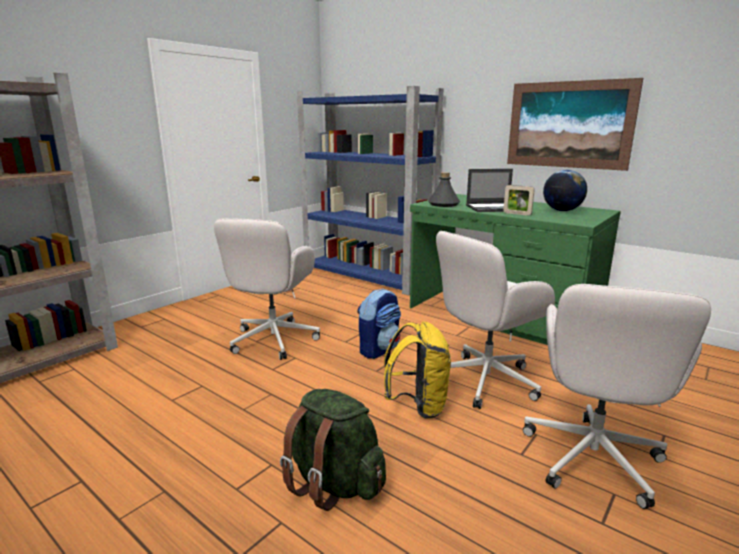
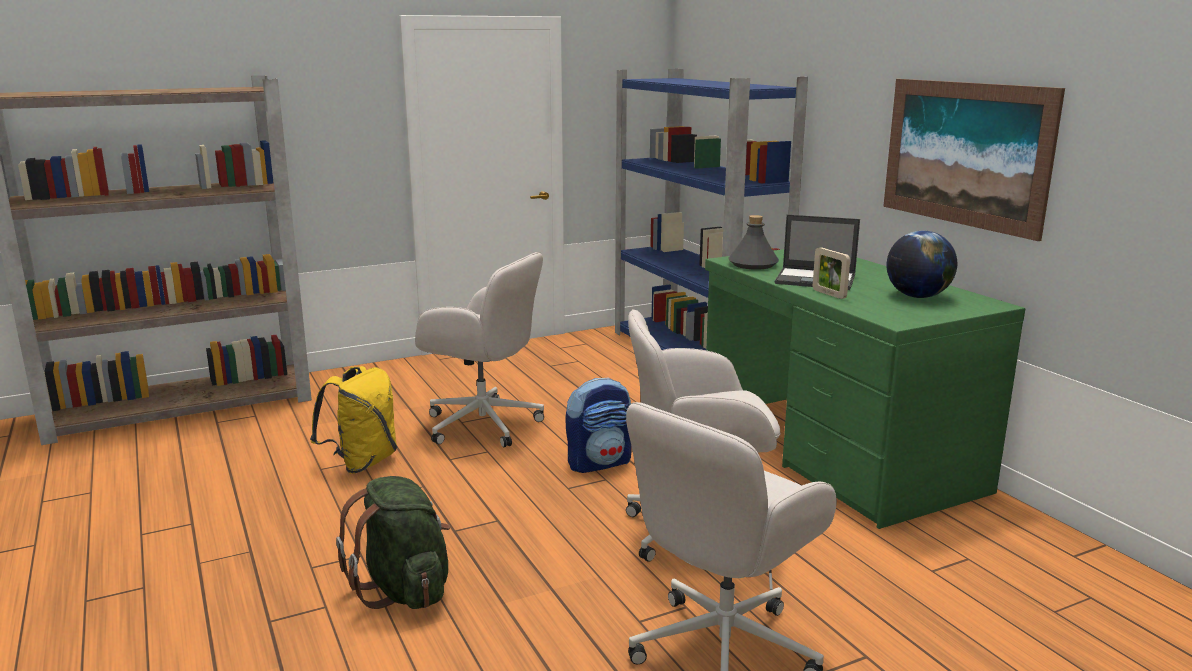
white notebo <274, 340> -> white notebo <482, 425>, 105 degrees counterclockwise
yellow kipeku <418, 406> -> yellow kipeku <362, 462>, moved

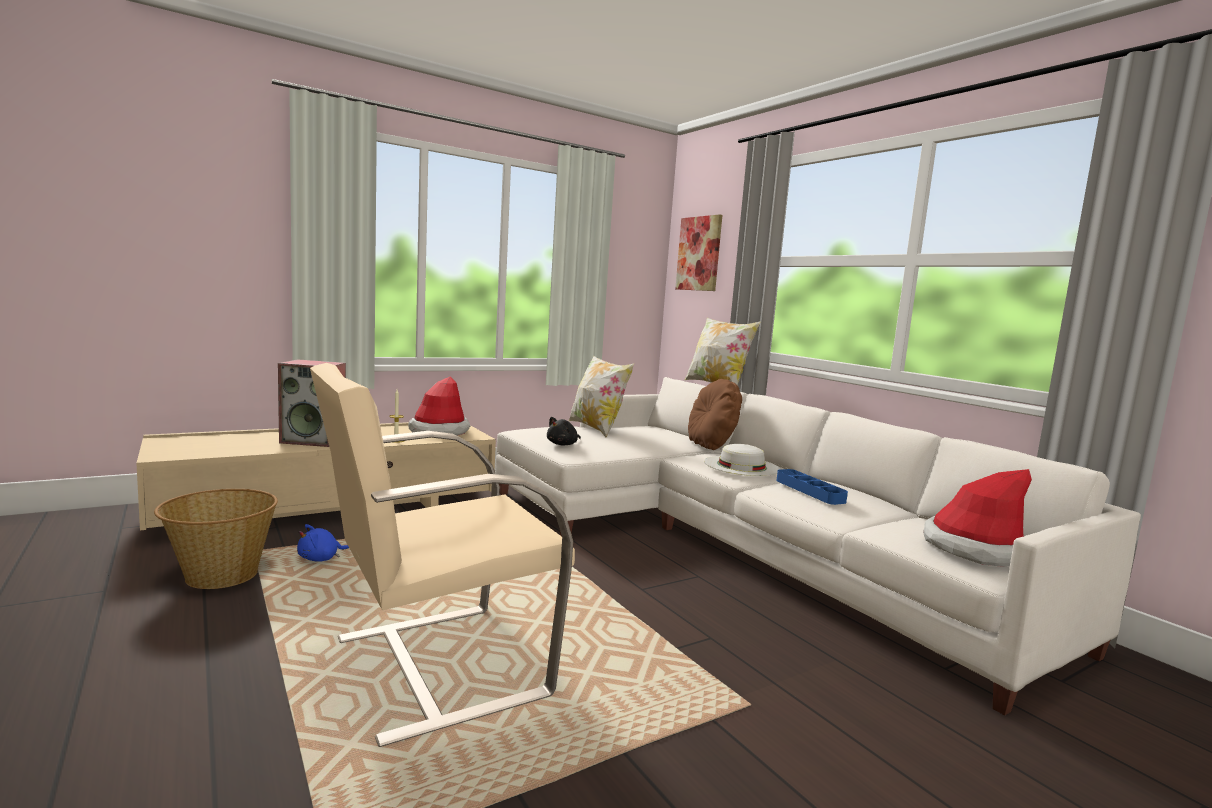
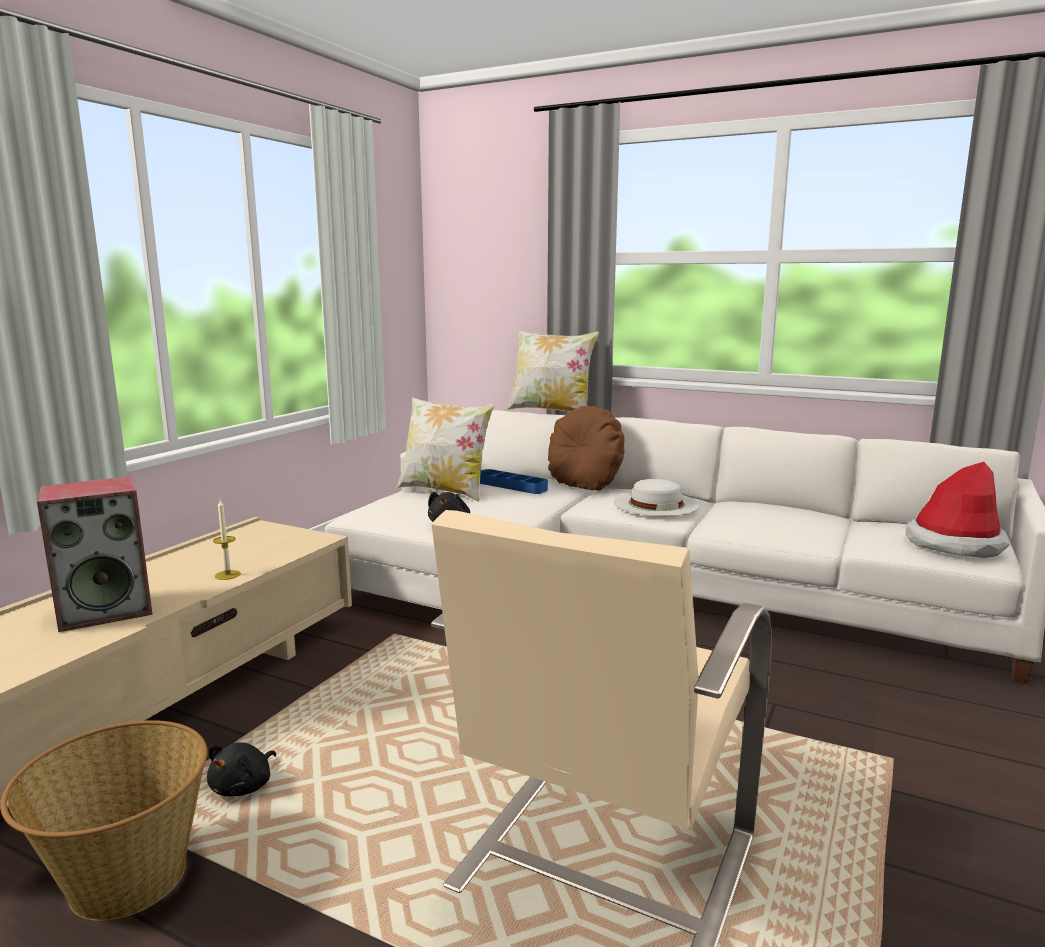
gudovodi <699, 253> -> none
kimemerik <439, 431> -> none
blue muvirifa <809, 491> -> blue muvirifa <511, 486>, moved
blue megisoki <321, 559> -> black megisoki <244, 786>

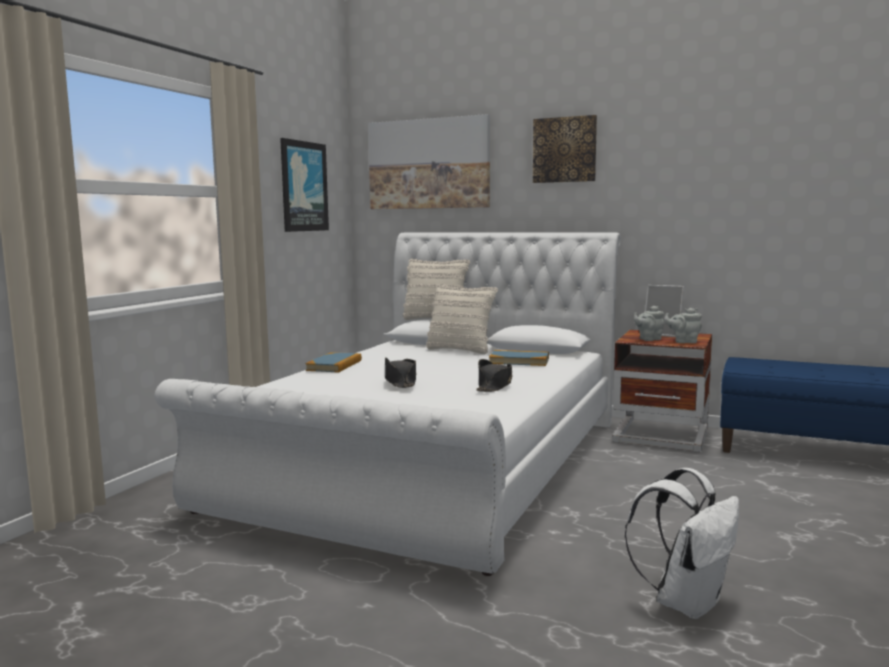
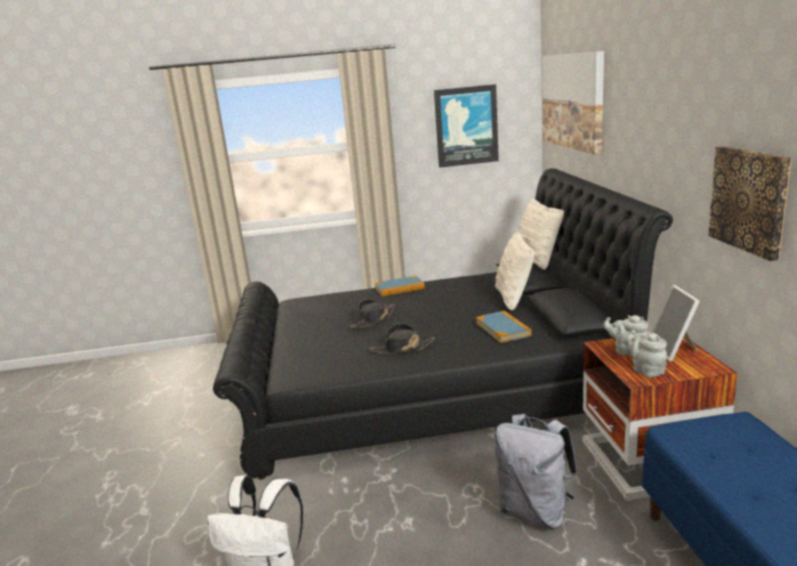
gudovodi <564, 150> -> gudovodi <750, 200>, moved
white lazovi <433, 460> -> black lazovi <429, 385>
none -> grey kipeku <535, 512>

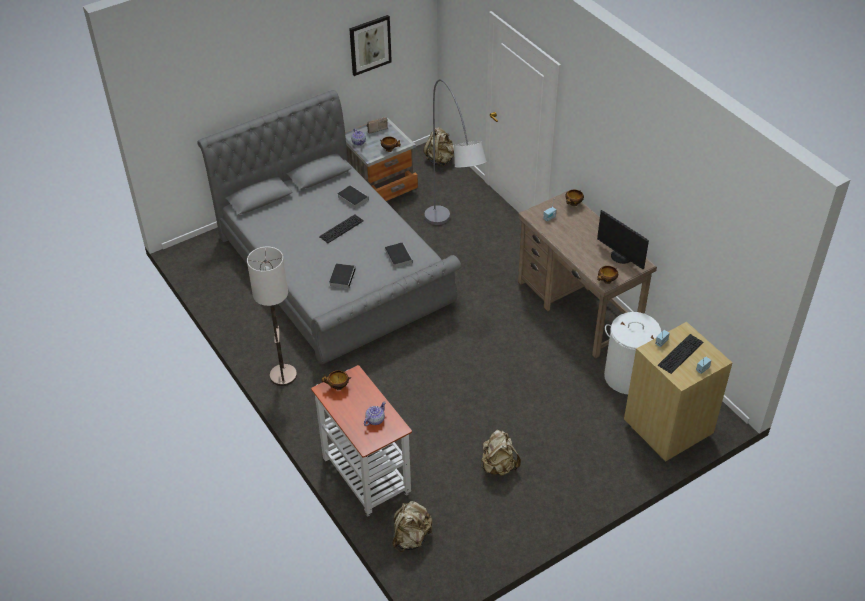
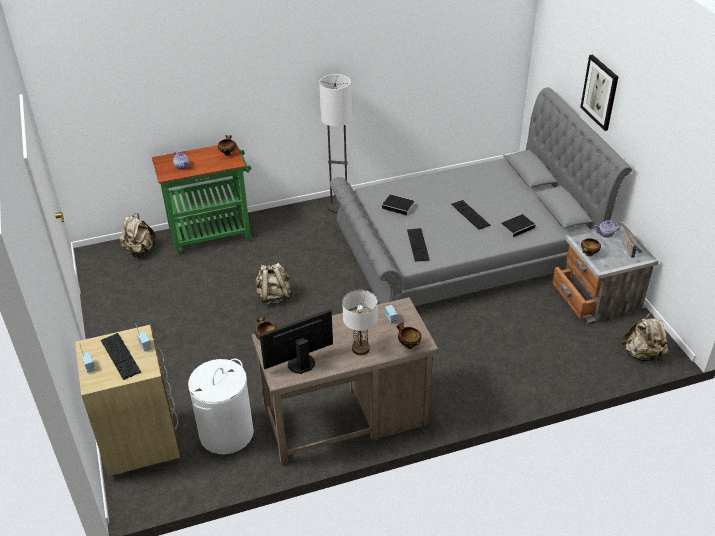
gudovodi <370, 45> -> gudovodi <600, 92>, moved
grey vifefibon <453, 247> -> none
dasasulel <397, 256> -> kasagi <418, 244>
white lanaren <365, 475> -> green lanaren <212, 235>
beige kipeku <498, 466> -> beige kipeku <274, 297>, moved
none -> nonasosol <361, 349>

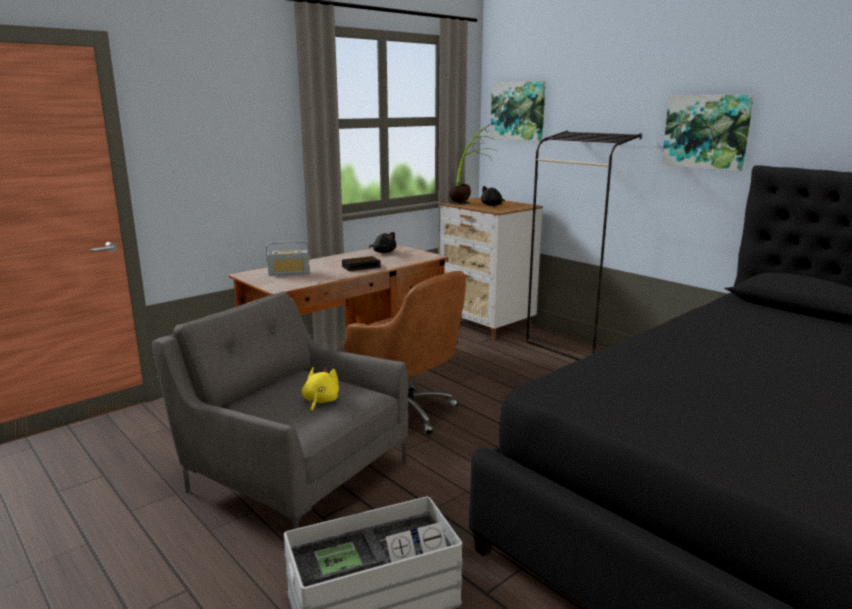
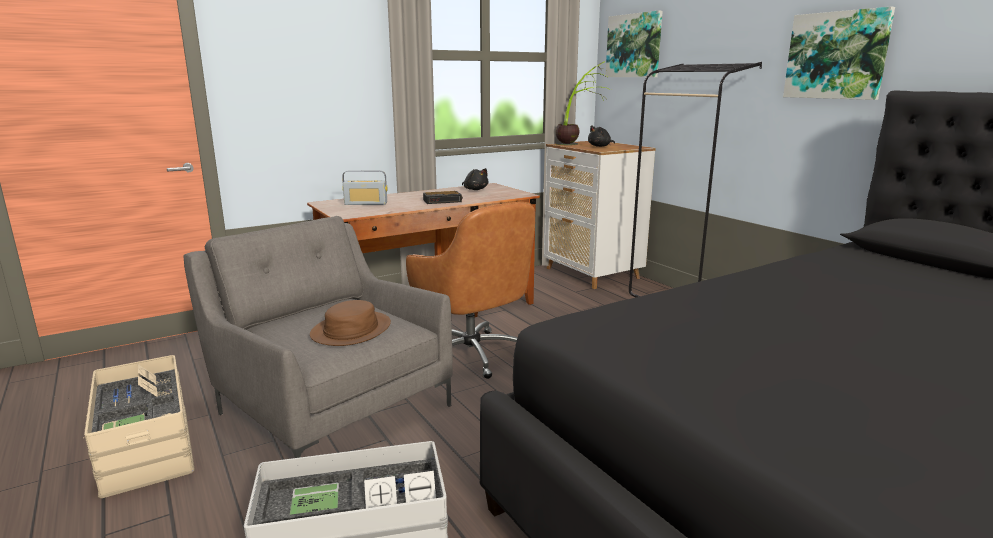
yellow megisoki <320, 401> -> brown kimemerik <351, 330>
none -> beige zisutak <144, 446>

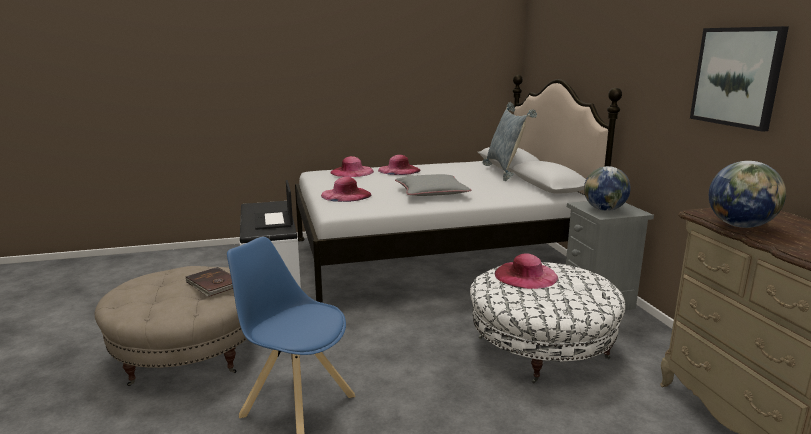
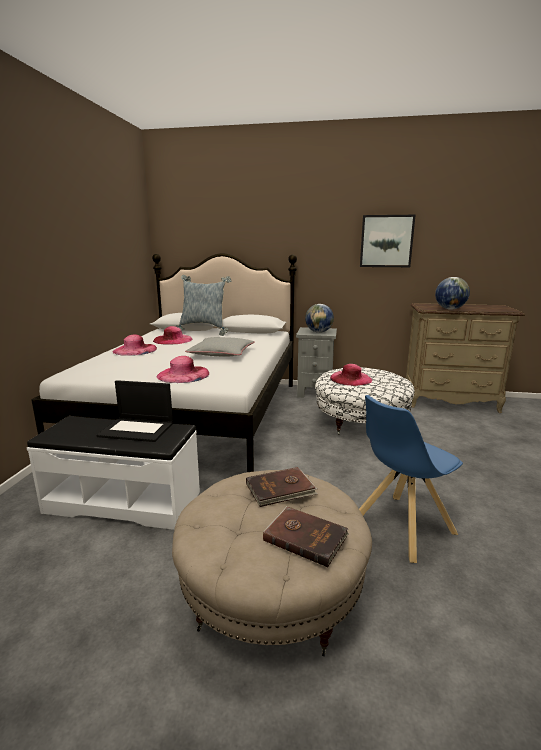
pink kimemerik <352, 172> -> pink kimemerik <173, 340>, moved
none -> brown dasasulel <305, 537>

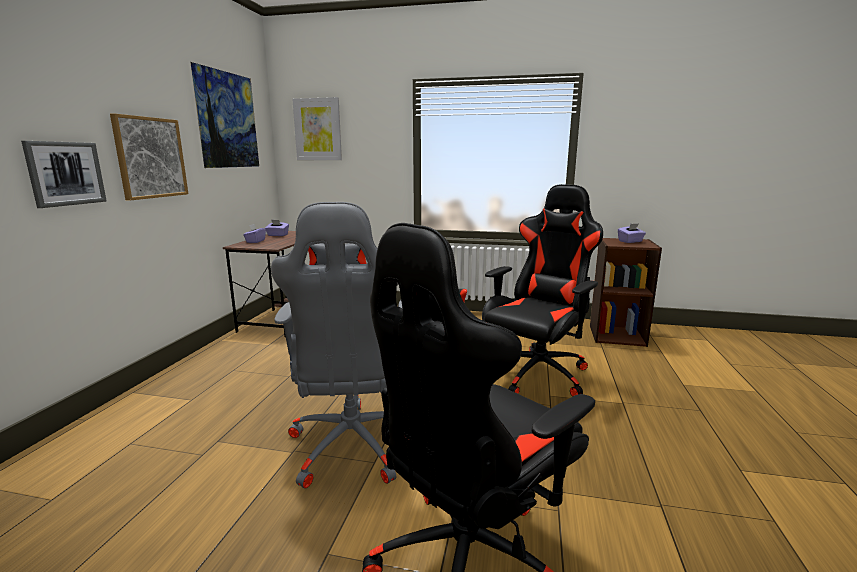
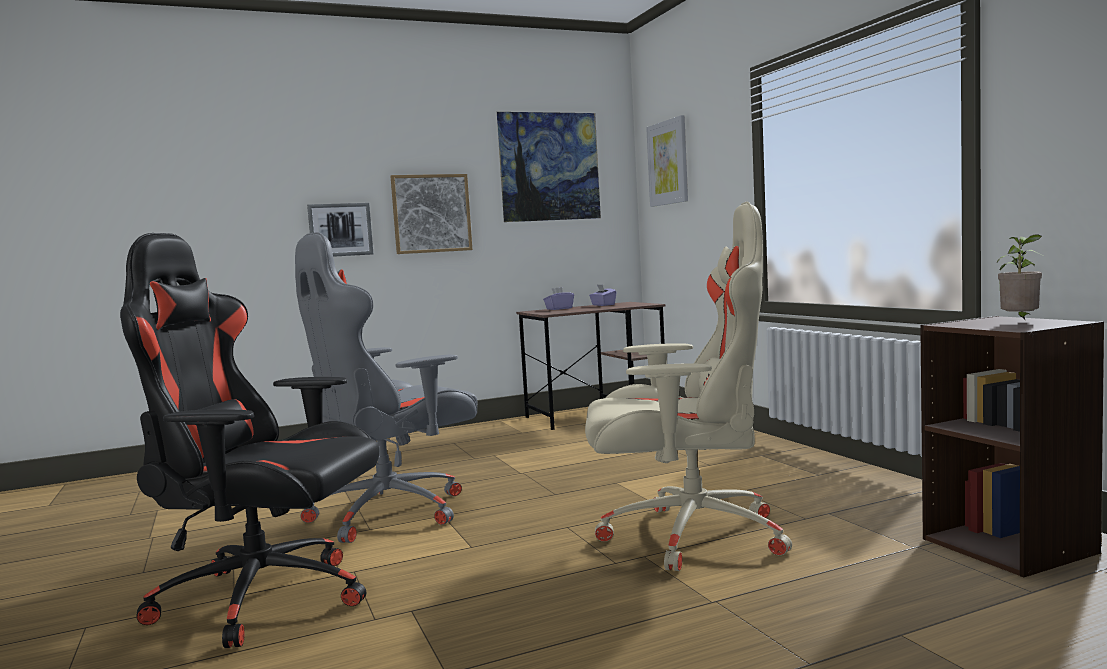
black notebo <534, 378> -> beige notebo <680, 537>
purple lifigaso <630, 241> -> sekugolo <1020, 322>

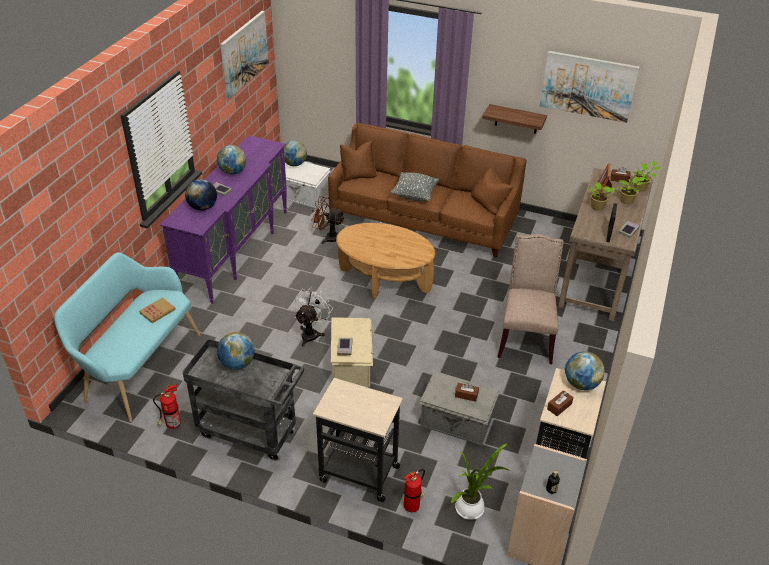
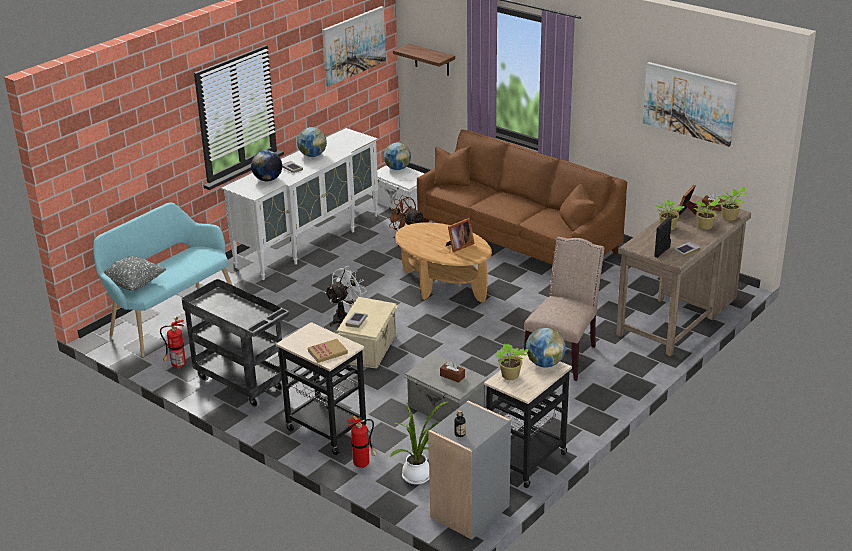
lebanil <516, 119> -> lebanil <432, 60>, moved
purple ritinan <236, 251> -> white ritinan <309, 241>
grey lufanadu <414, 195> -> grey lufanadu <134, 284>, moved
dasasulel <157, 311> -> dasasulel <327, 352>, moved
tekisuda <237, 364> -> none
brown lifigaso <559, 406> -> sekugolo <510, 376>
none -> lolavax <458, 246>

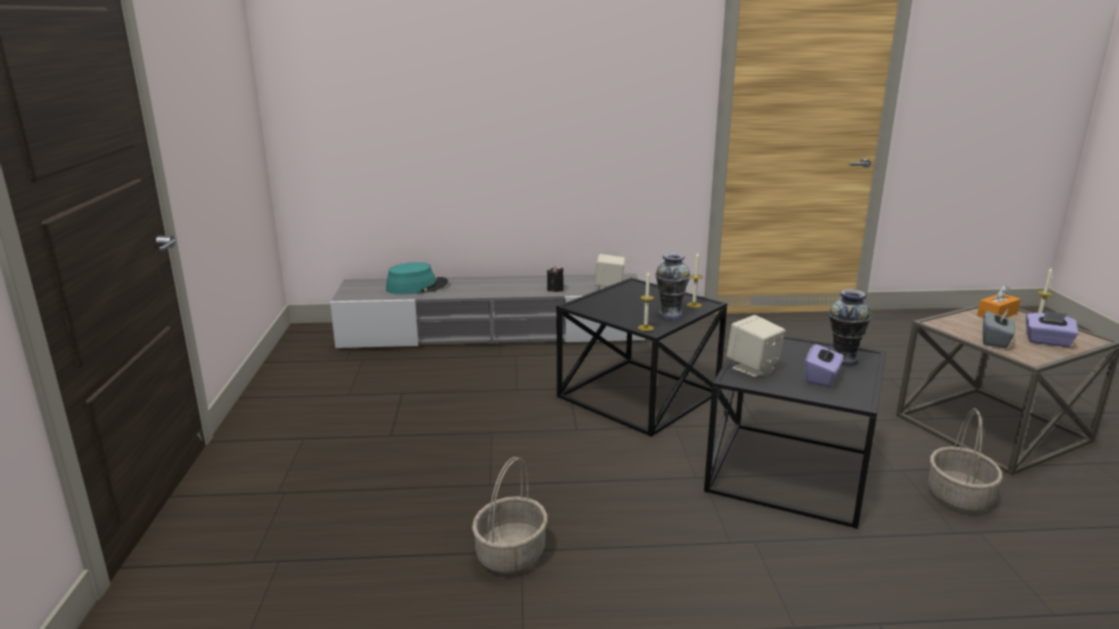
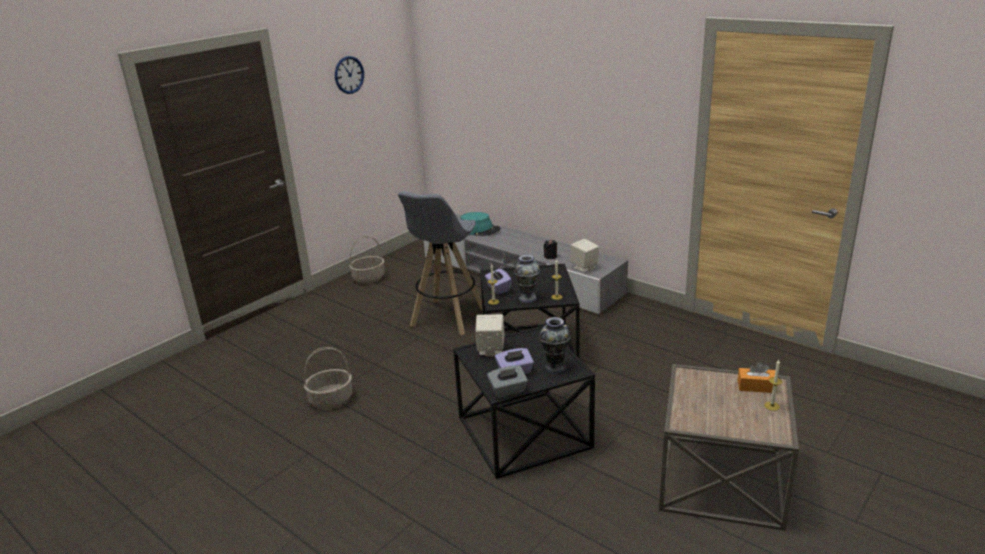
grey lifigaso <995, 341> -> grey lifigaso <508, 391>, moved
purple lifigaso <1047, 342> -> purple lifigaso <498, 288>, moved
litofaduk <958, 496> -> litofaduk <369, 278>, moved
none -> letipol <349, 75>
none -> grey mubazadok <446, 318>

